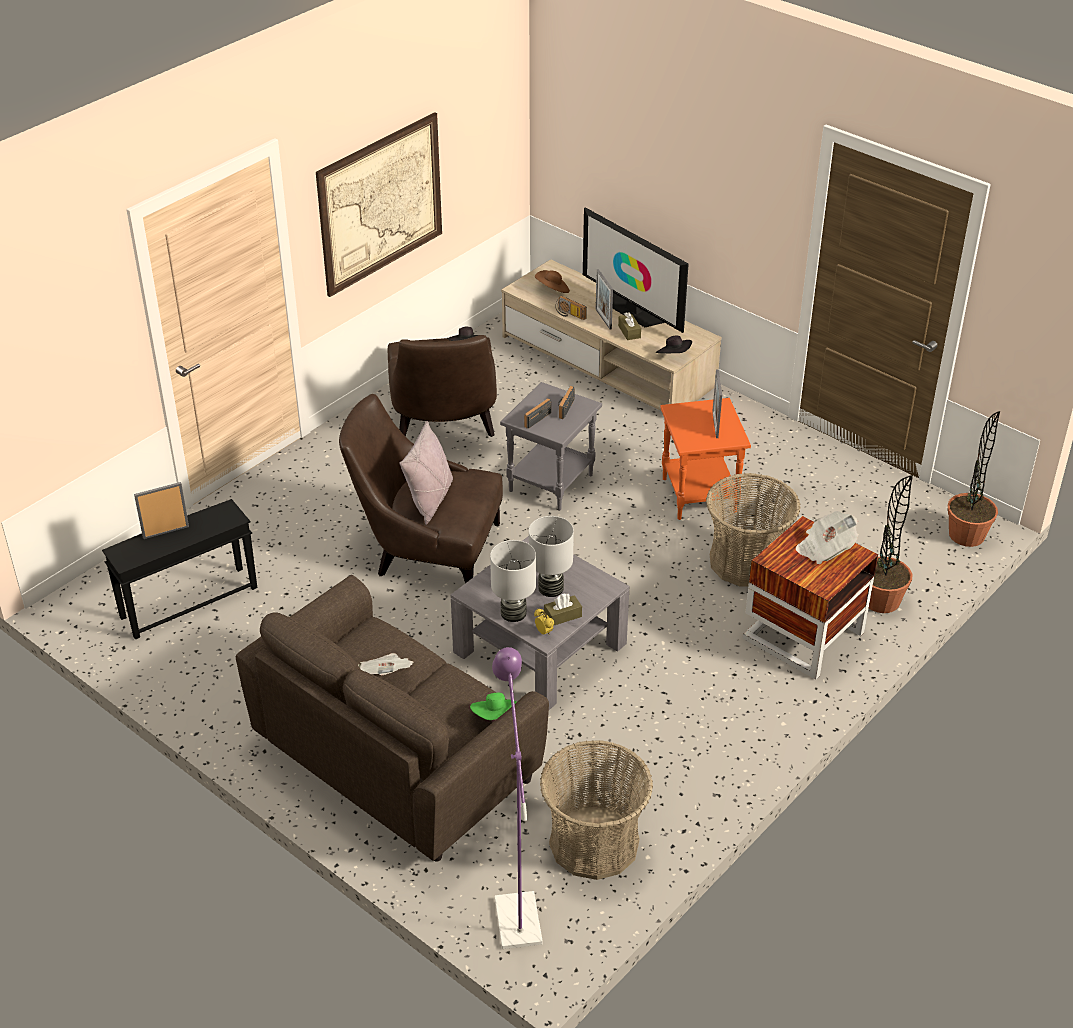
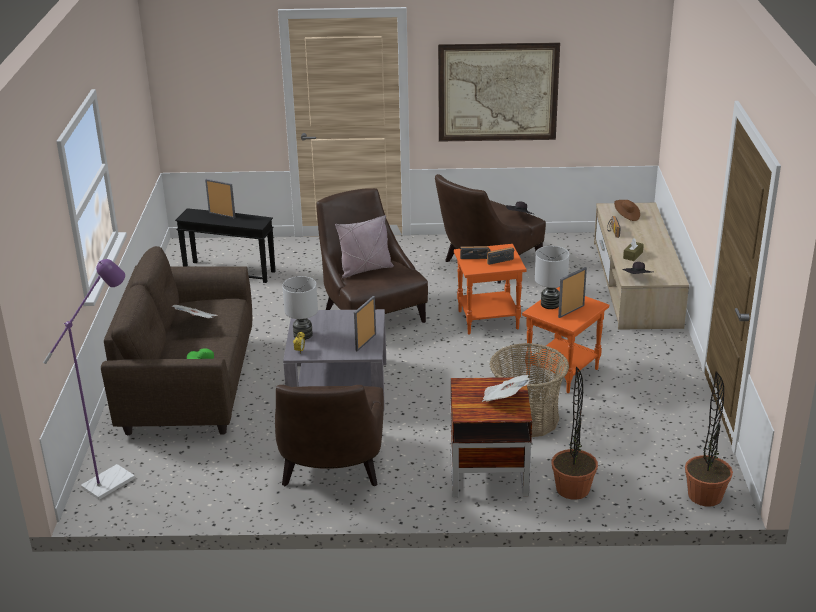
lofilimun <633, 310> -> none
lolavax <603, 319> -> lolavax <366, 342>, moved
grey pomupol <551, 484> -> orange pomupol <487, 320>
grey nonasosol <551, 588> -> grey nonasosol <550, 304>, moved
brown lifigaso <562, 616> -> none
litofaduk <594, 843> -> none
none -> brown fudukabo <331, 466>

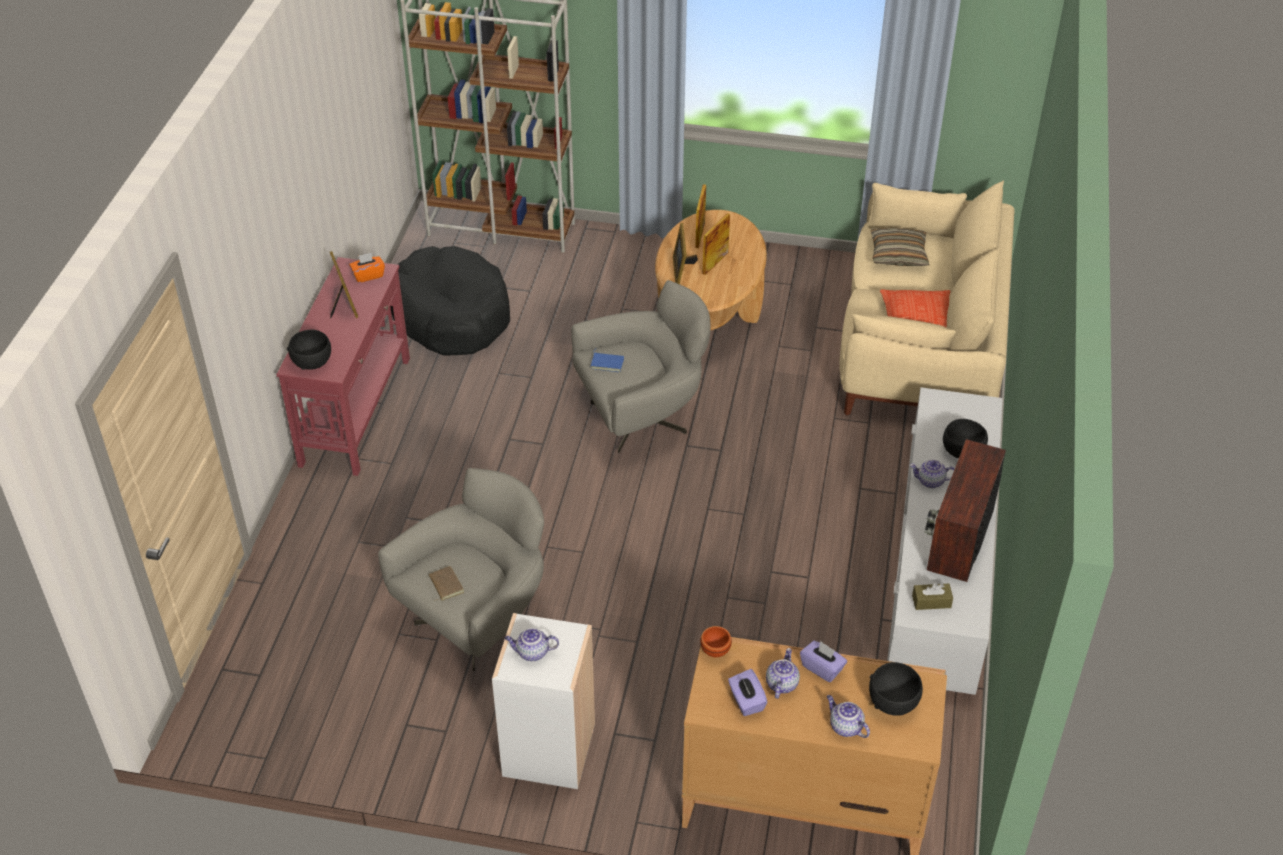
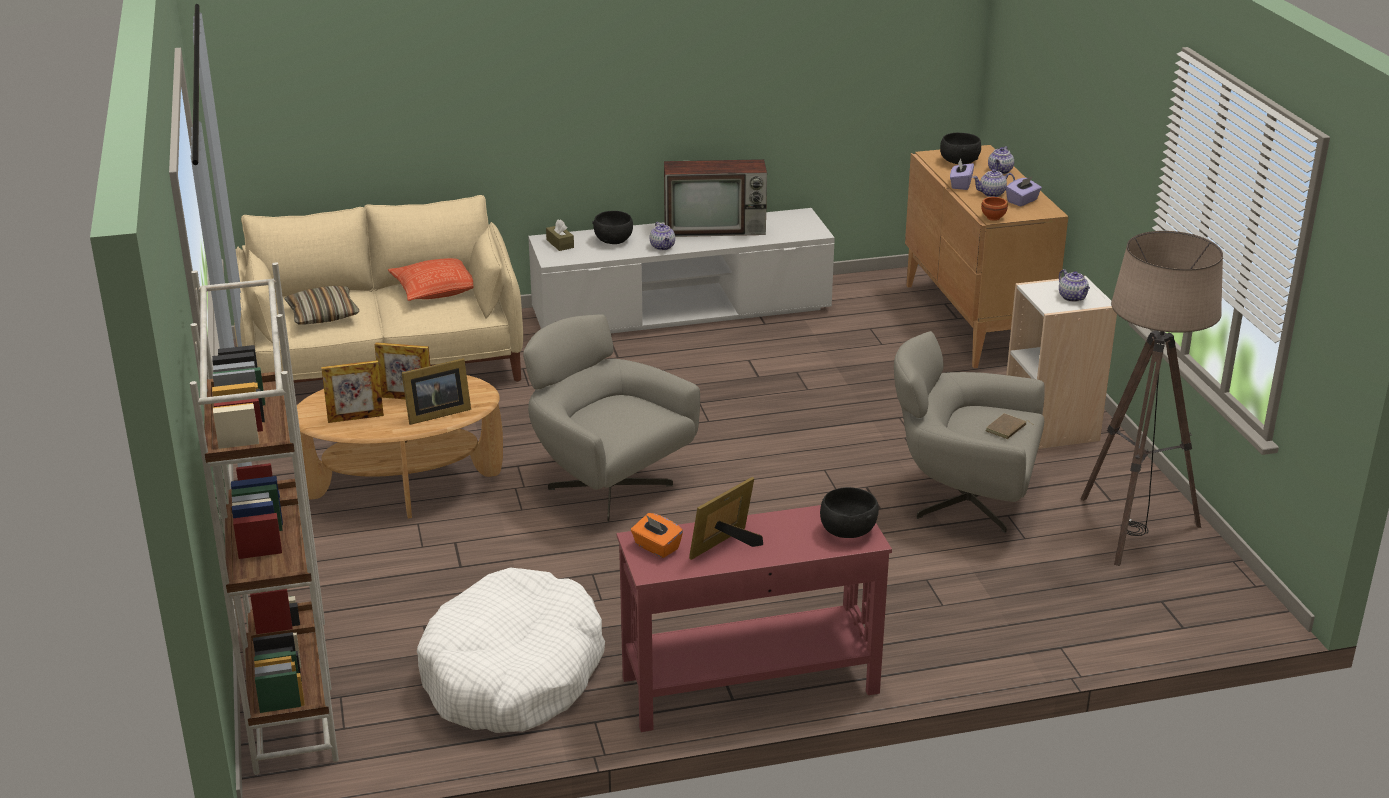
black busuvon <450, 315> -> white busuvon <512, 674>
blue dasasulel <607, 363> -> none
brown lifigaso <931, 601> -> brown lifigaso <560, 244>, moved
none -> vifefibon <1132, 529>

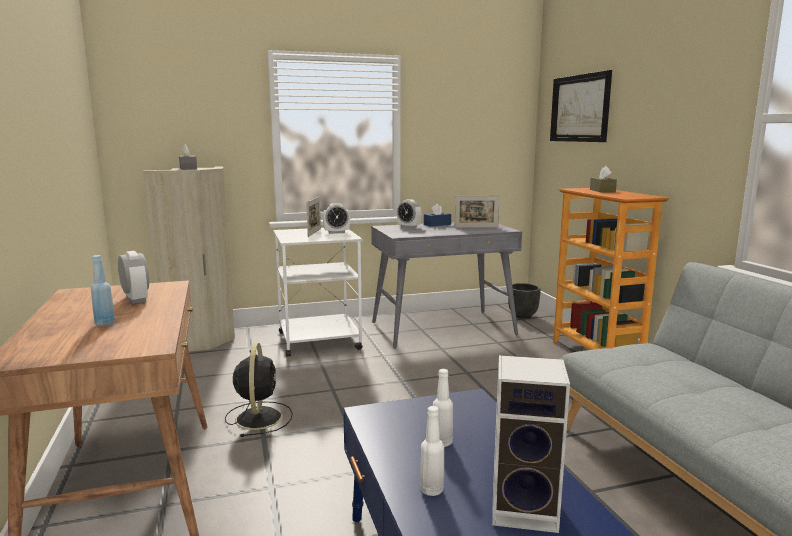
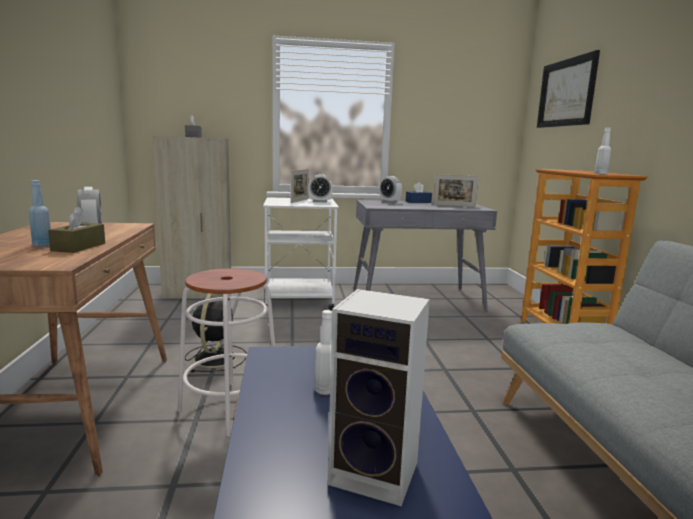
brown lifigaso <602, 191> -> brown lifigaso <79, 247>, moved
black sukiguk <522, 316> -> none
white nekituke <432, 490> -> white nekituke <601, 174>, moved
none -> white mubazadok <230, 407>

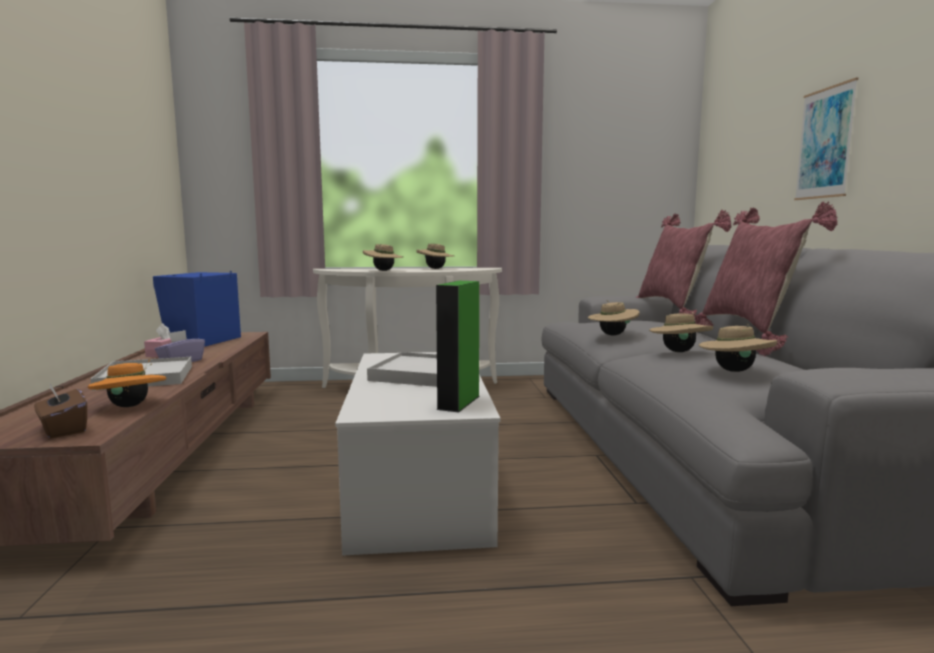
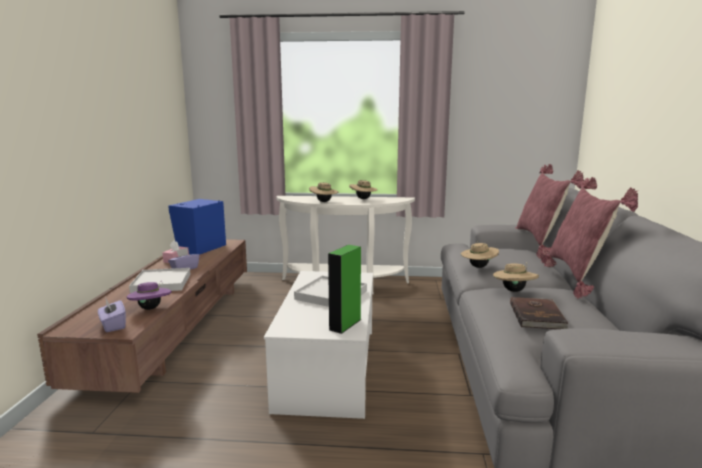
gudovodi <825, 143> -> none
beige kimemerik <734, 371> -> brown dasasulel <538, 315>
orange kimemerik <130, 406> -> purple kimemerik <151, 308>
brown lifigaso <63, 430> -> purple lifigaso <113, 325>

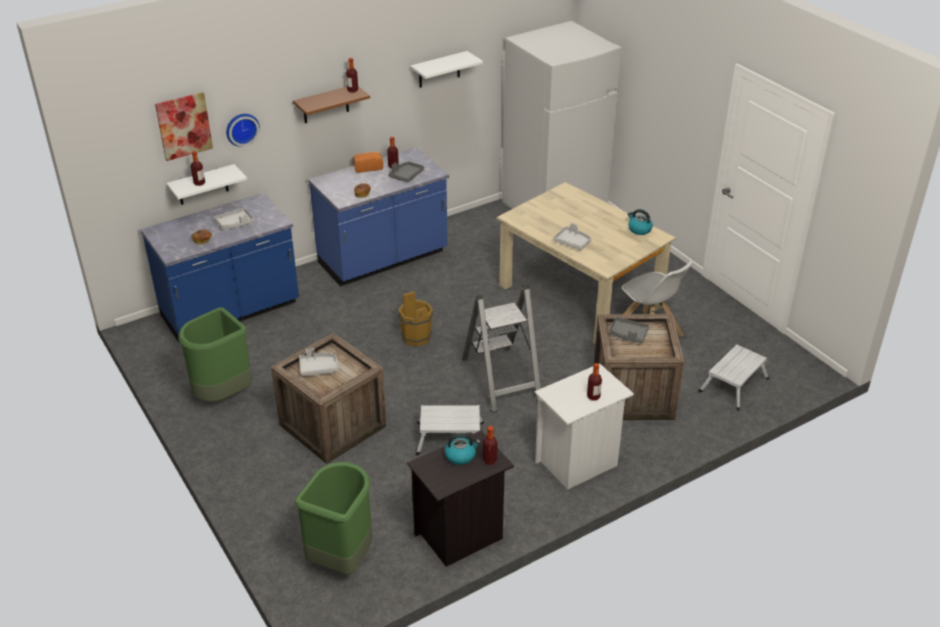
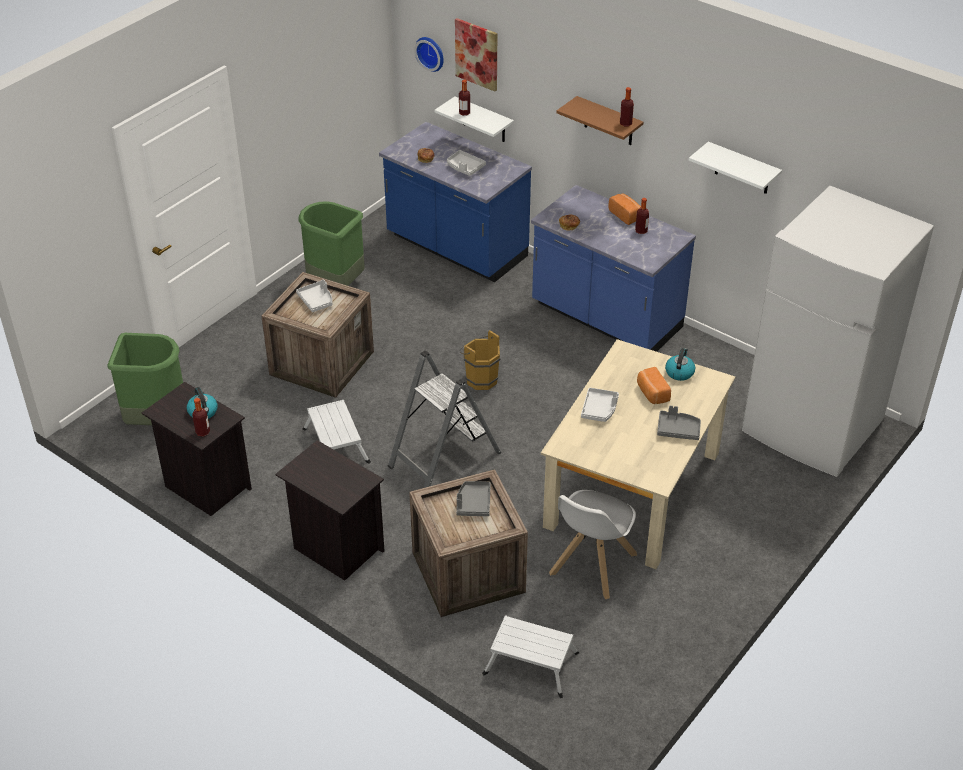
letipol <241, 128> -> letipol <431, 53>, moved
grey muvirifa <406, 175> -> grey muvirifa <678, 430>, moved
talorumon <639, 229> -> talorumon <679, 372>, moved
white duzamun <578, 463> -> black duzamun <335, 548>
nekituke <593, 396> -> none
none -> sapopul <651, 393>

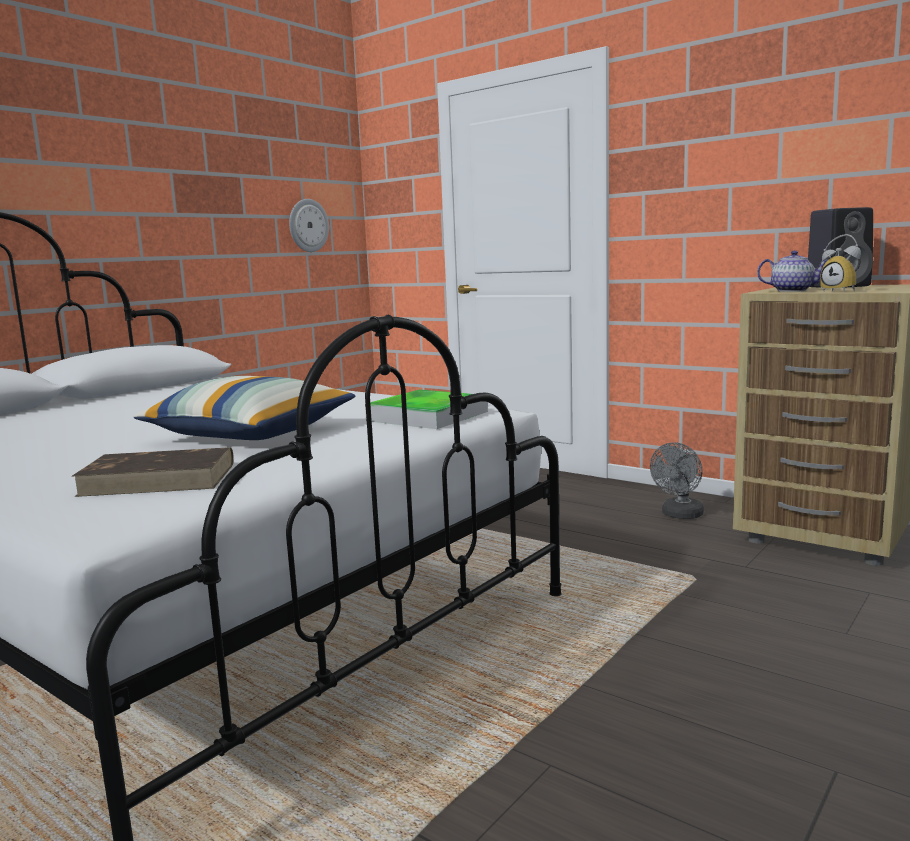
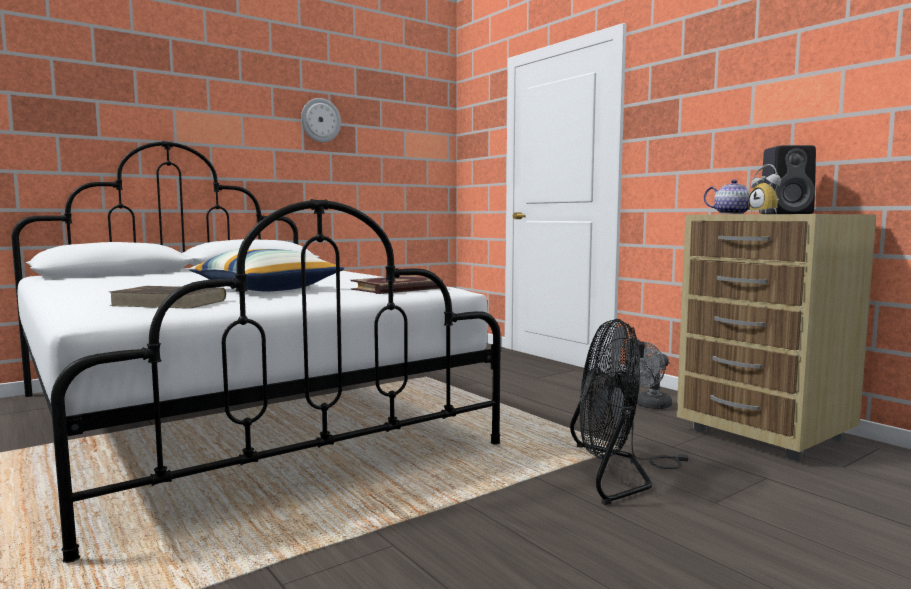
letipol <308, 225> -> letipol <320, 120>, moved
muvirifa <427, 416> -> dasasulel <398, 289>
none -> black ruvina <618, 471>

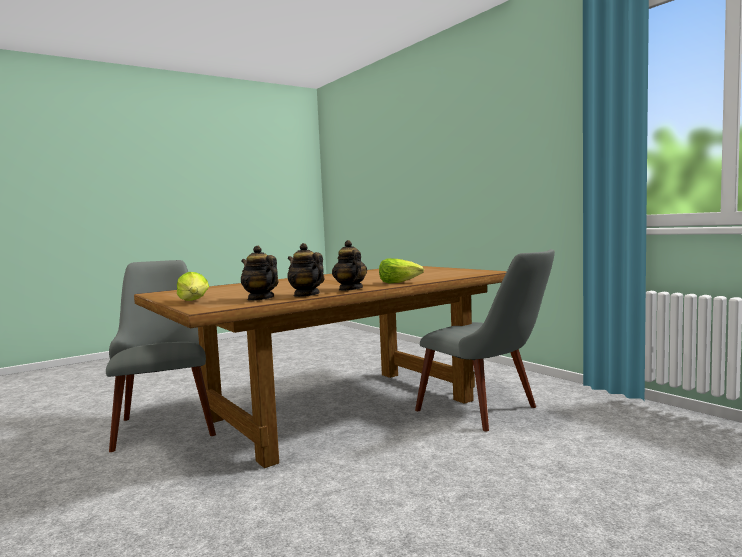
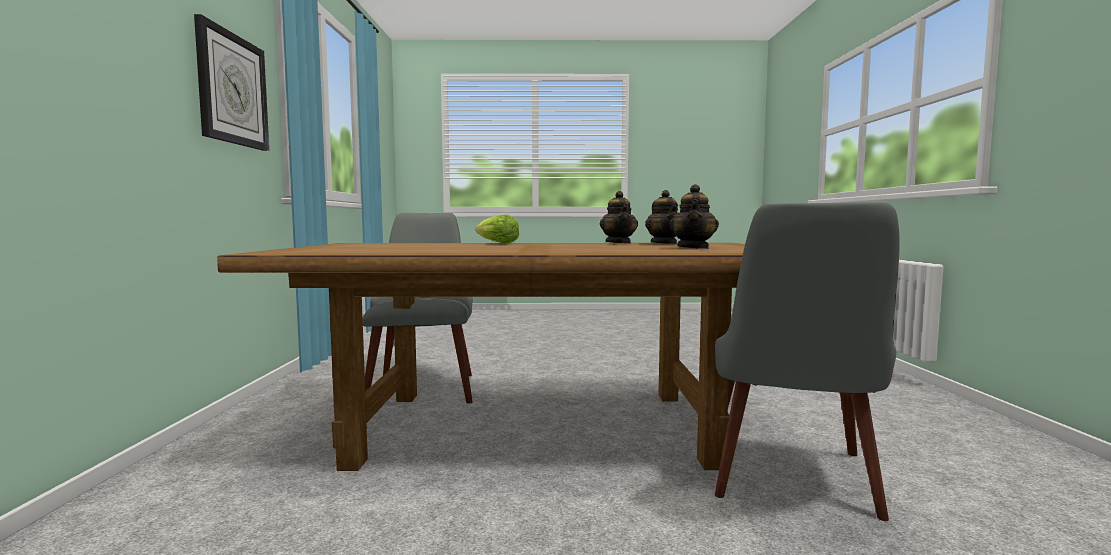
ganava <350, 289> -> ganava <693, 248>, moved
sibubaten <194, 301> -> none
none -> letipol <232, 89>

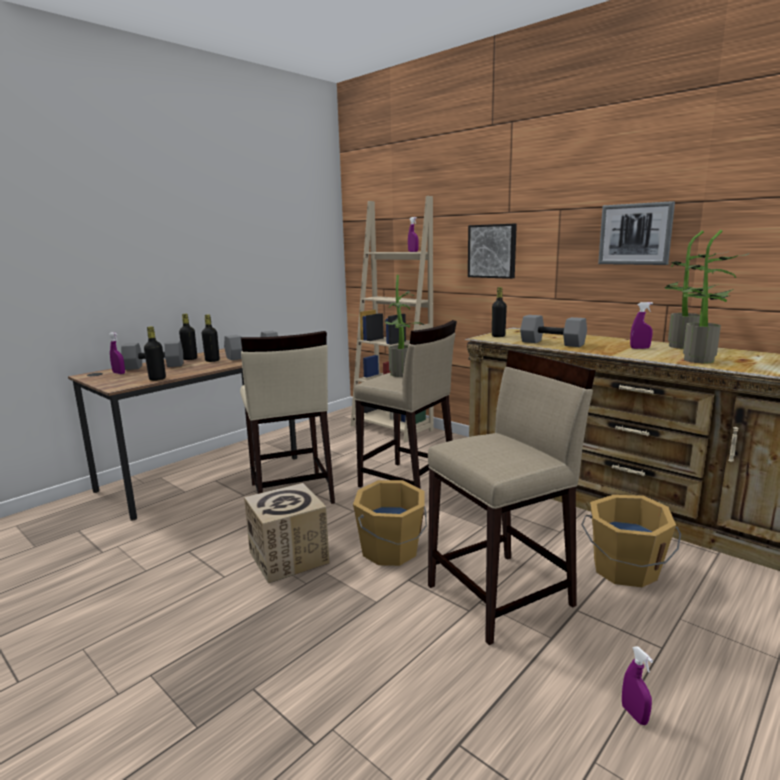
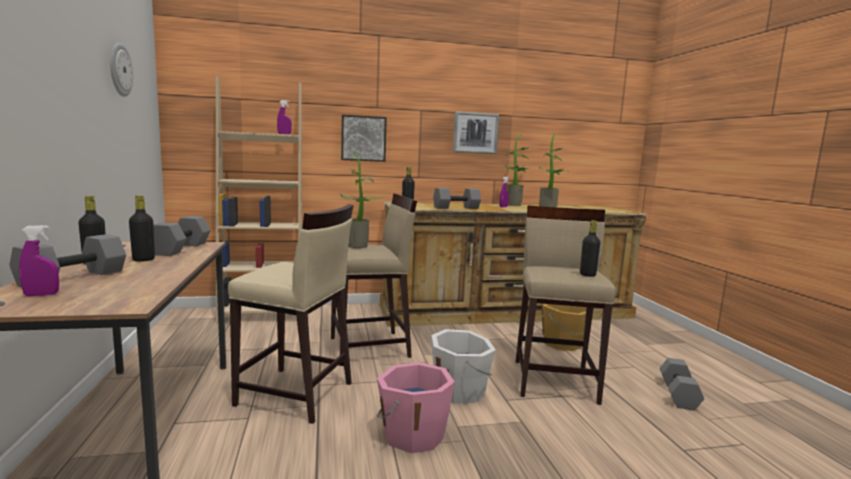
black nekituke <157, 379> -> black nekituke <587, 275>, moved
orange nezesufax <391, 550> -> white nezesufax <460, 391>
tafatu <288, 557> -> pink nezesufax <412, 434>
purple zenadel <634, 715> -> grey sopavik <679, 395>
none -> letipol <119, 70>

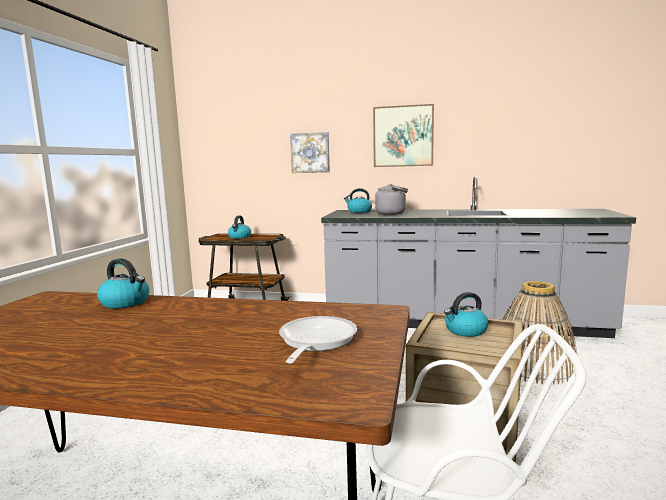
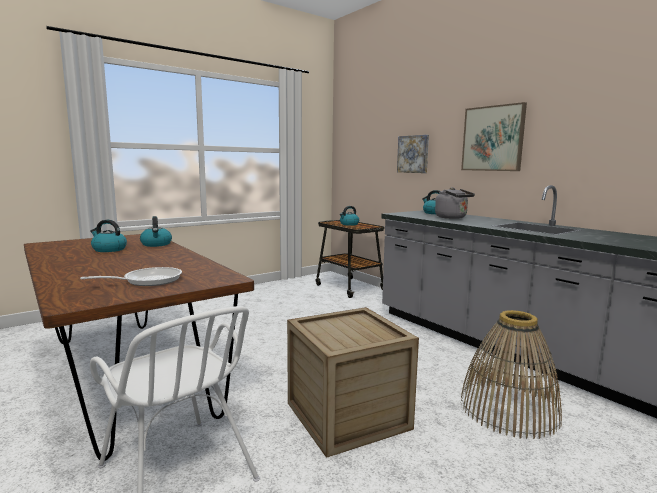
talorumon <465, 331> -> talorumon <109, 249>, moved

